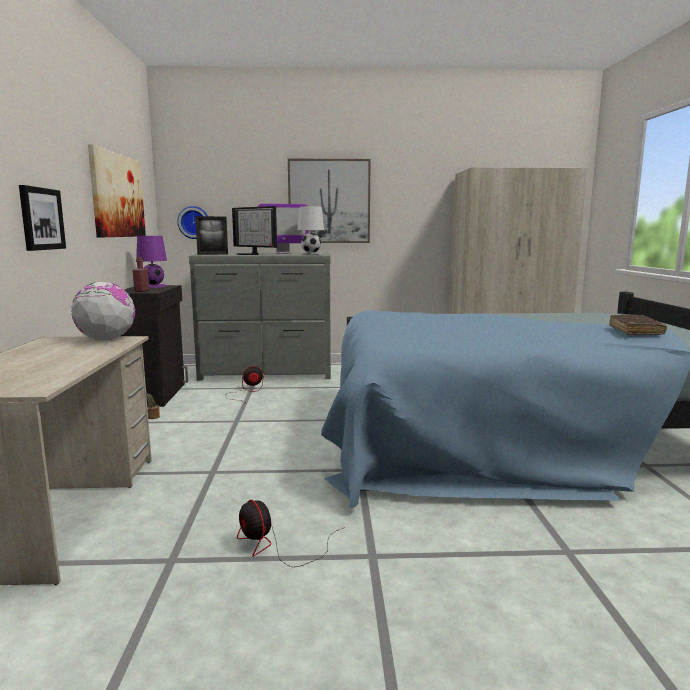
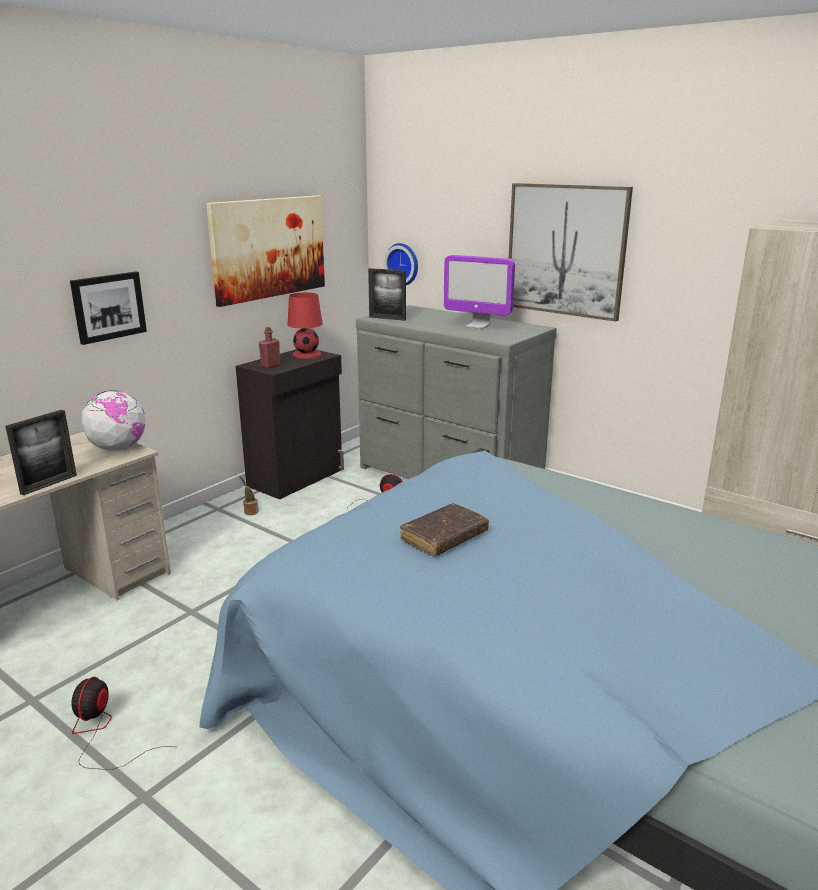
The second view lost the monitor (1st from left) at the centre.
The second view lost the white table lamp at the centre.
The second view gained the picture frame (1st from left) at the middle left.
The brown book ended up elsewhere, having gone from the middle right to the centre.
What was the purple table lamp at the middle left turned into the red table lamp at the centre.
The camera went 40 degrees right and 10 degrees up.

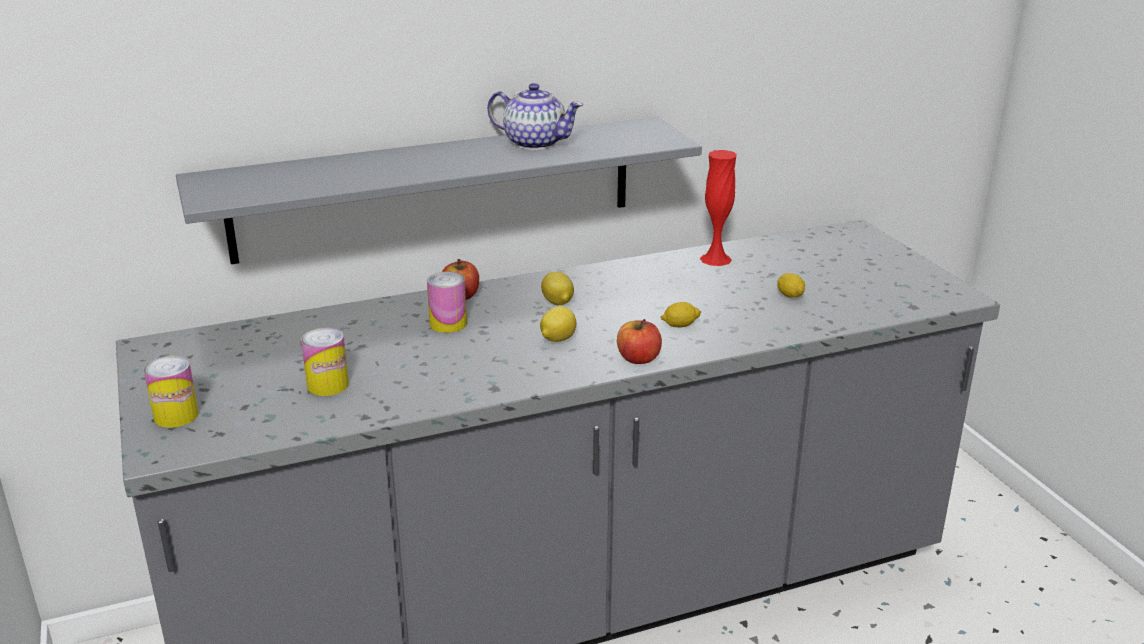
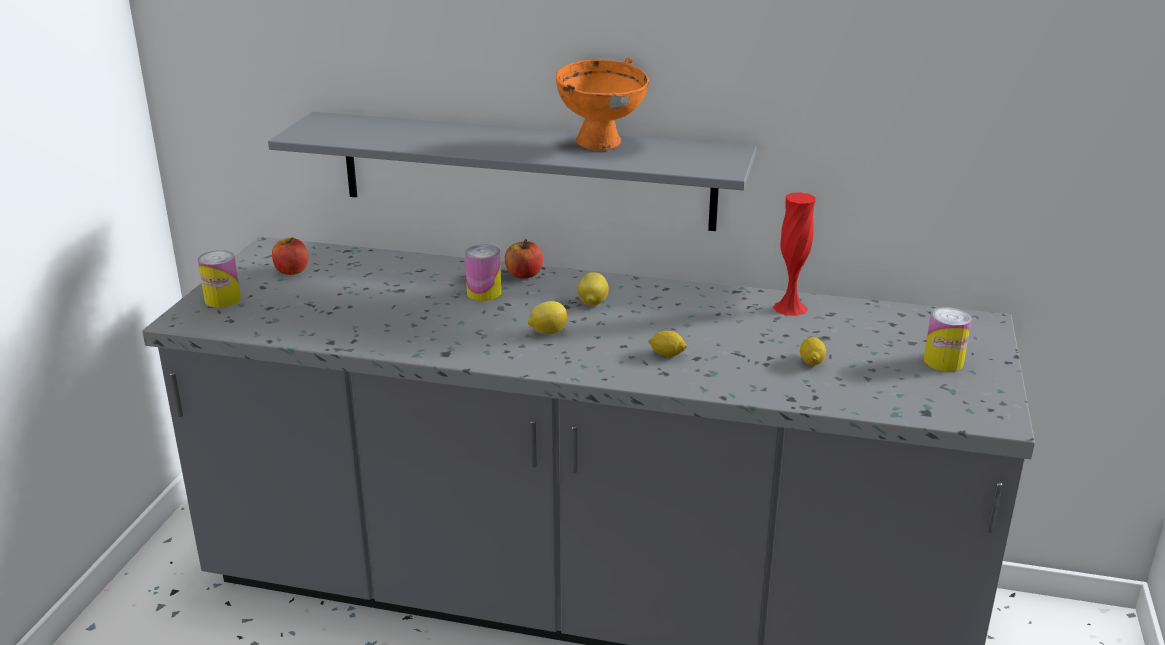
The can (2nd from left in the first image) ended up elsewhere, having gone from the middle left to the middle right.
The apple (2nd from left in the first image) ended up elsewhere, having gone from the centre to the middle left.
Where the teapot stood at the top centre, the orange bowl came to stand at the top centre.
The camera went 35 degrees right and 0 degrees up.

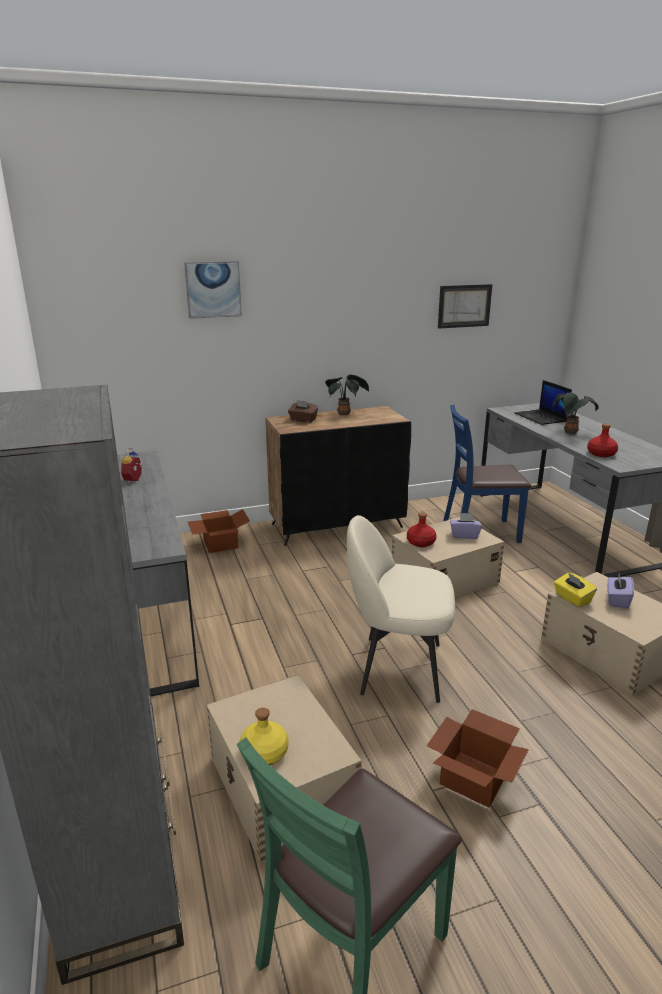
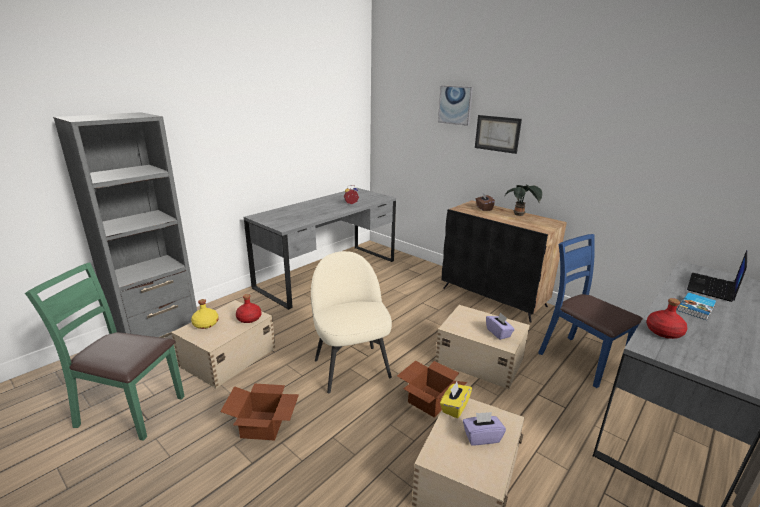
The cardboard box (1st from left in the first image) ended up elsewhere, having gone from the middle left to the bottom centre.
The red bottle (1st from left) ended up elsewhere, having gone from the centre to the middle left.
The picture (2nd from left) ended up elsewhere, having gone from the top right to the top centre.
Where the potted plant (2nd from left) stood at the middle right, the book came to stand at the middle right.
The camera went 60 degrees right and 0 degrees up.

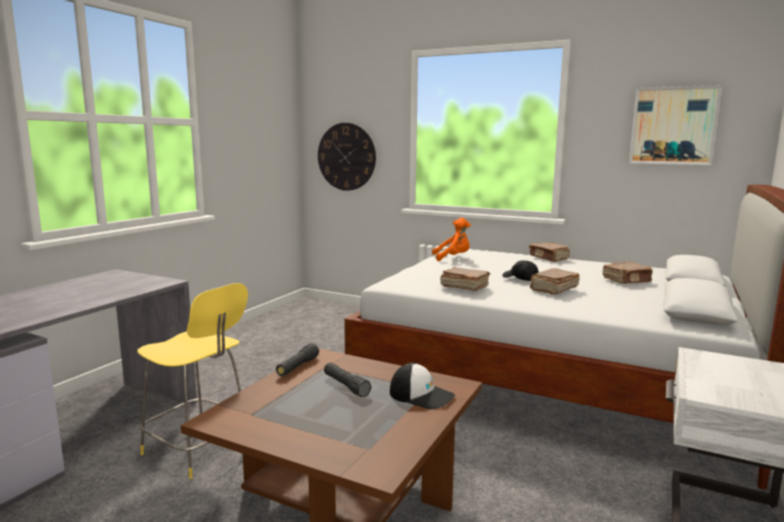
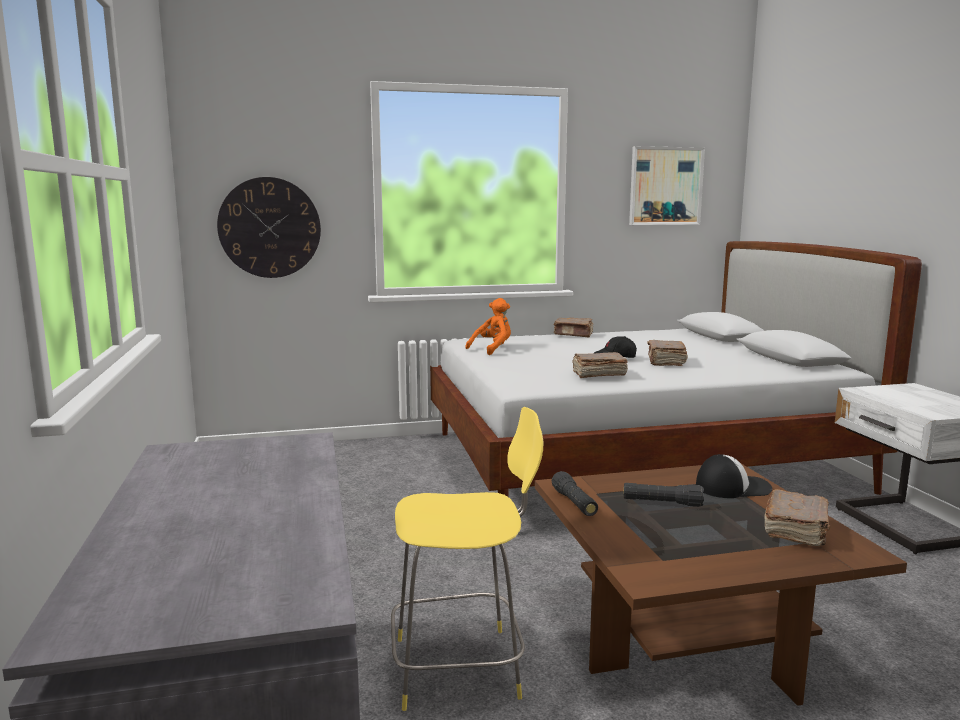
The brown book (4th from left) ended up elsewhere, having gone from the middle right to the bottom right.
The camera went 40 degrees left and 0 degrees up.

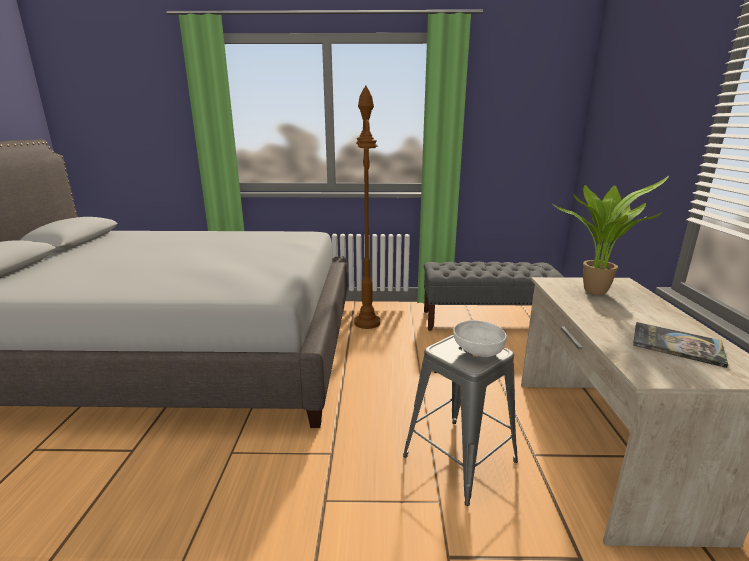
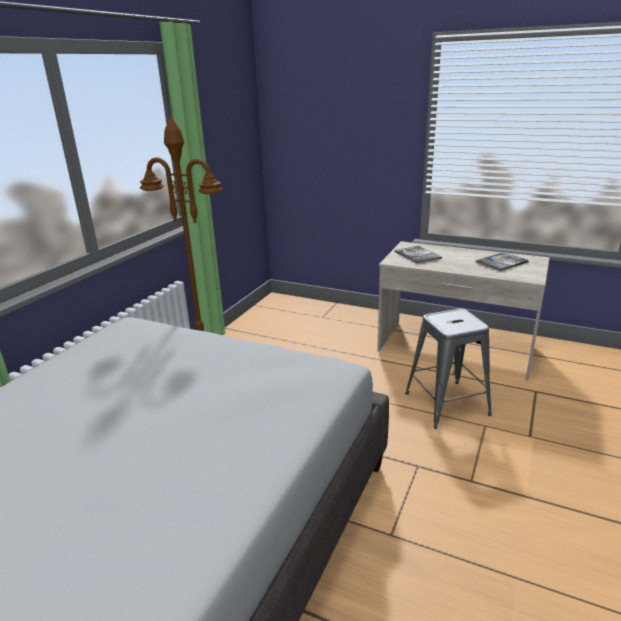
The second view lost the grey bench at the centre.
The second view lost the white bowl at the centre.
Where the potted plant stood at the middle right, the book (1st from left) came to stand at the middle right.
The camera went 65 degrees left and 5 degrees up.

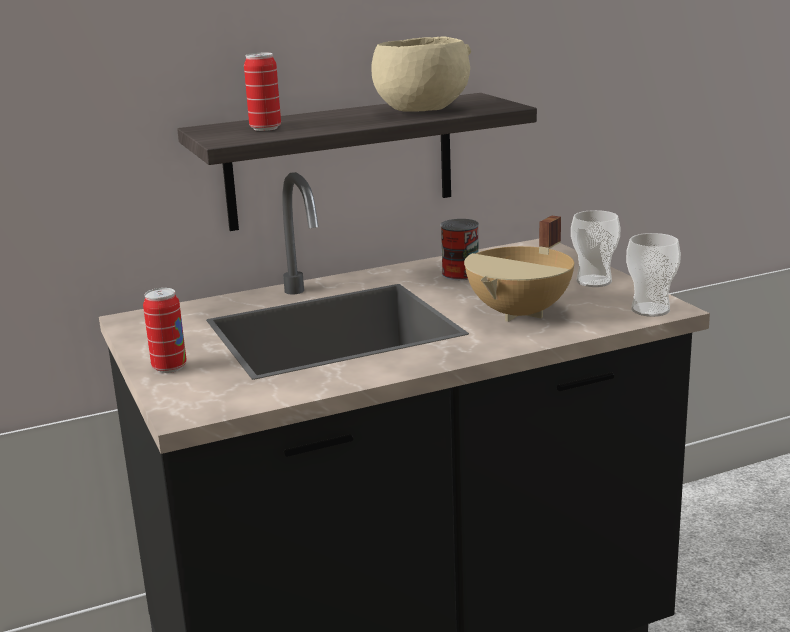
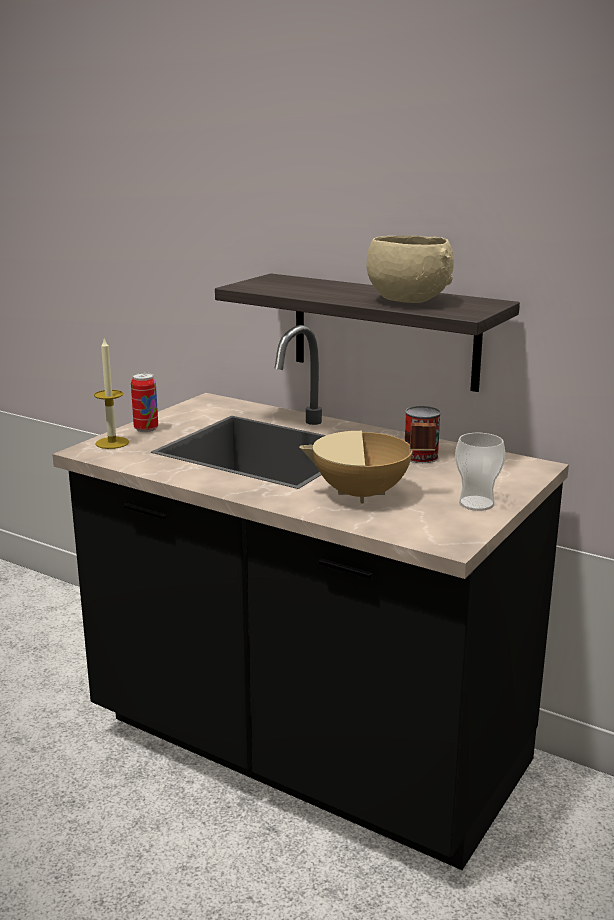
The second view lost the can (2nd from left) at the top left.
The second view lost the cup (2nd from left) at the middle right.
The second view gained the candle at the middle left.
The camera went 55 degrees right and 0 degrees up.

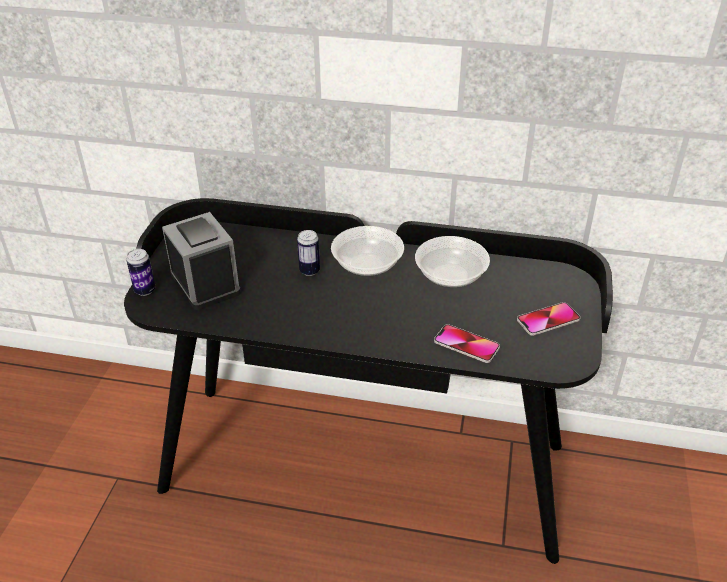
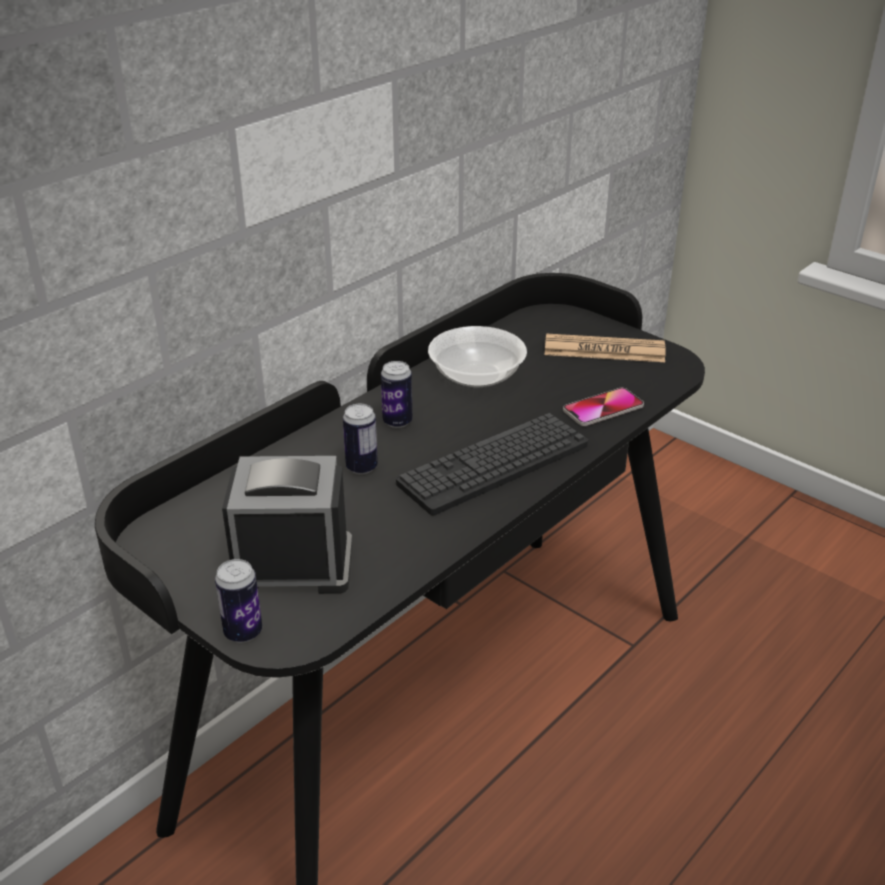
The second view gained the keyboard at the centre.
Where the bowl (1st from left) stood at the centre, the can (3rd from left) came to stand at the centre.
Where the phone (2nd from left) stood at the middle right, the newspaper came to stand at the middle right.
The camera went 60 degrees left and 5 degrees down.

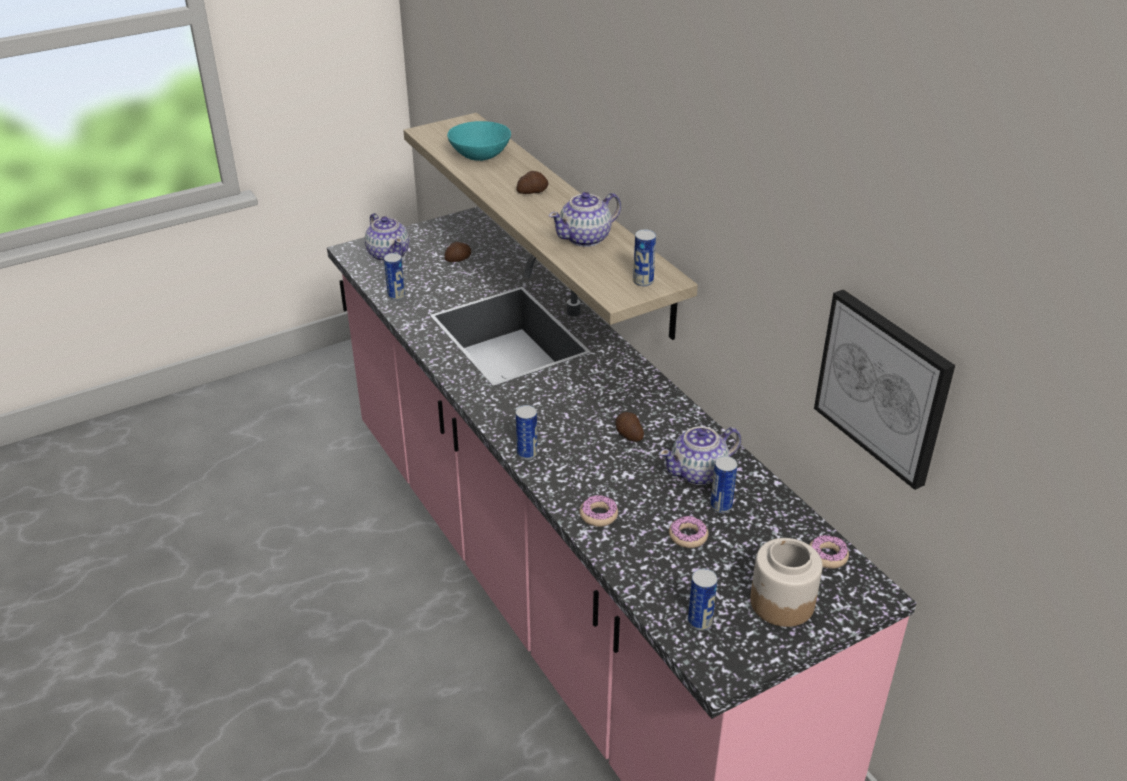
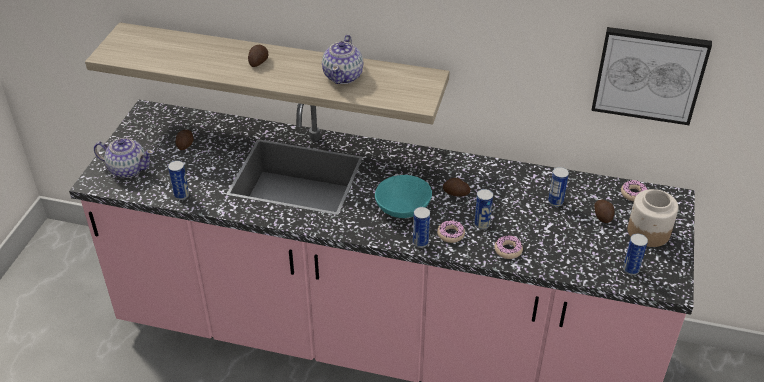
The second view lost the teapot (3rd from left) at the centre.
The second view gained the potato (4th from left) at the middle right.
The turquoise bowl ended up elsewhere, having gone from the top centre to the centre.
The can (3rd from left) ended up elsewhere, having gone from the top centre to the centre.
The donut (2nd from left in the first image) ended up elsewhere, having gone from the bottom centre to the centre.
The camera went 45 degrees left and 5 degrees up.

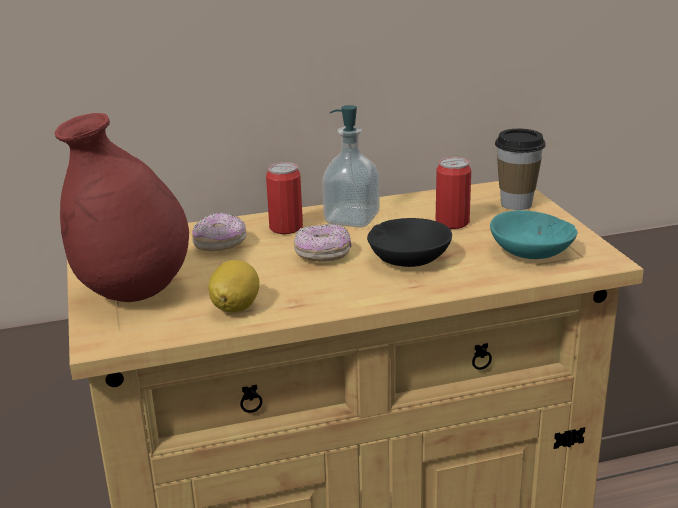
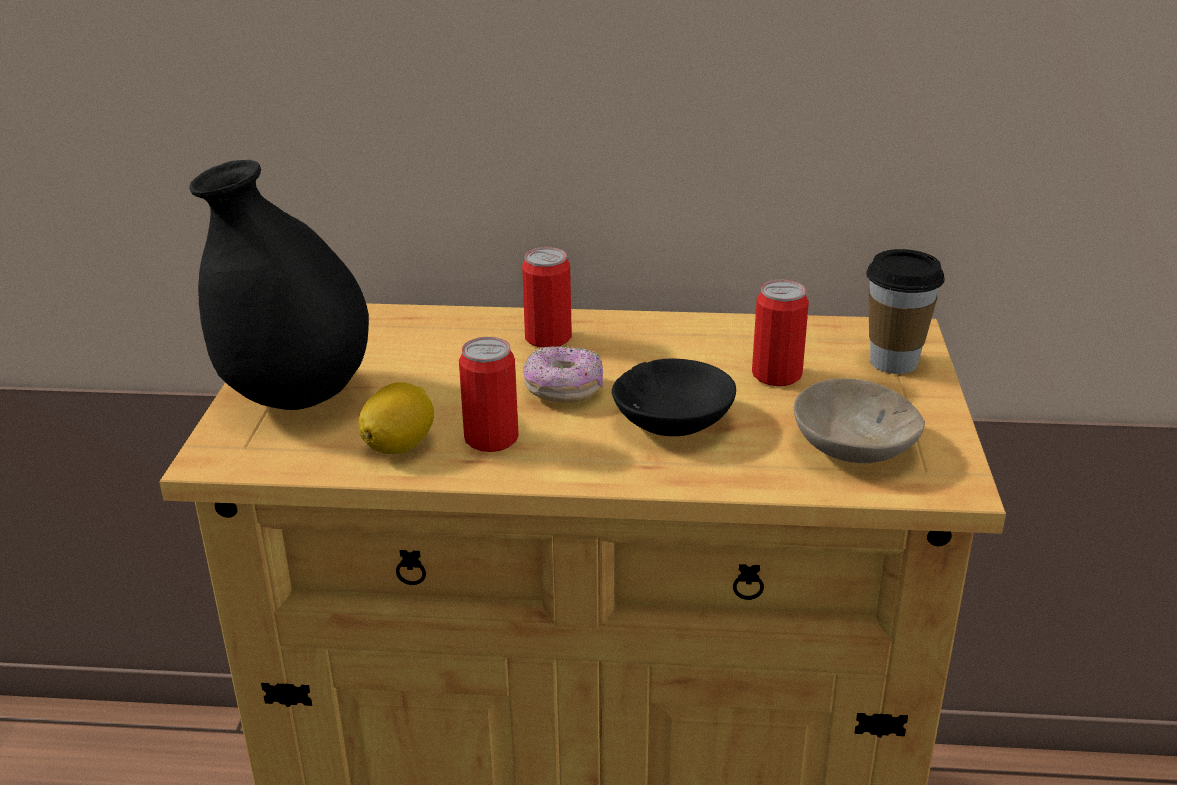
The second view lost the donut (1st from left) at the middle left.
The second view lost the soap dispenser at the top centre.
The second view gained the can (1st from left) at the centre.
What was the red vase at the middle left turned into the black vase at the middle left.
What was the turquoise bowl at the middle right turned into the beige bowl at the middle right.
The camera went 20 degrees right and 5 degrees up.

